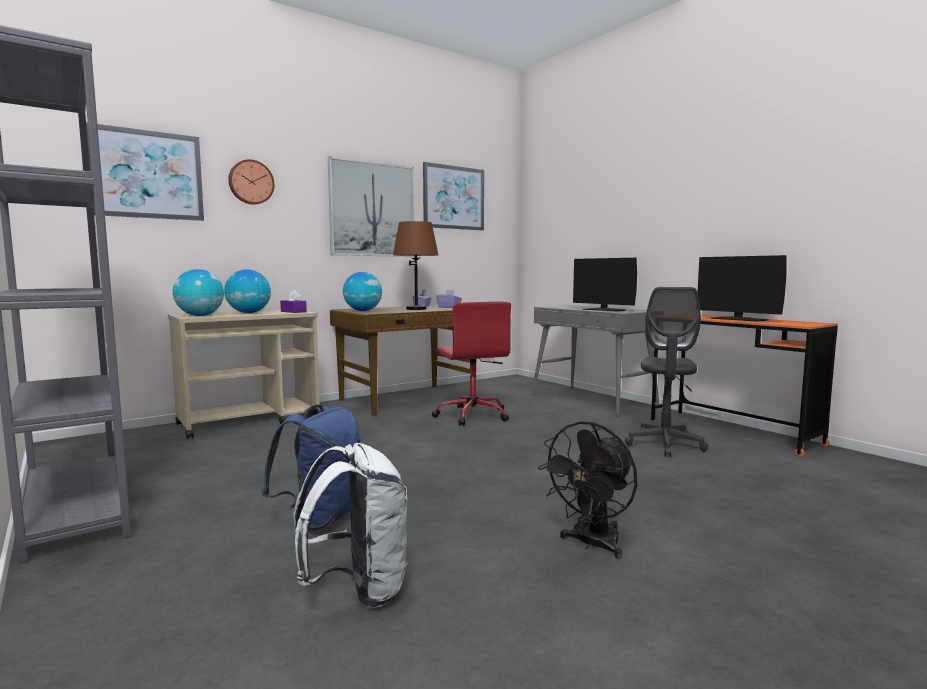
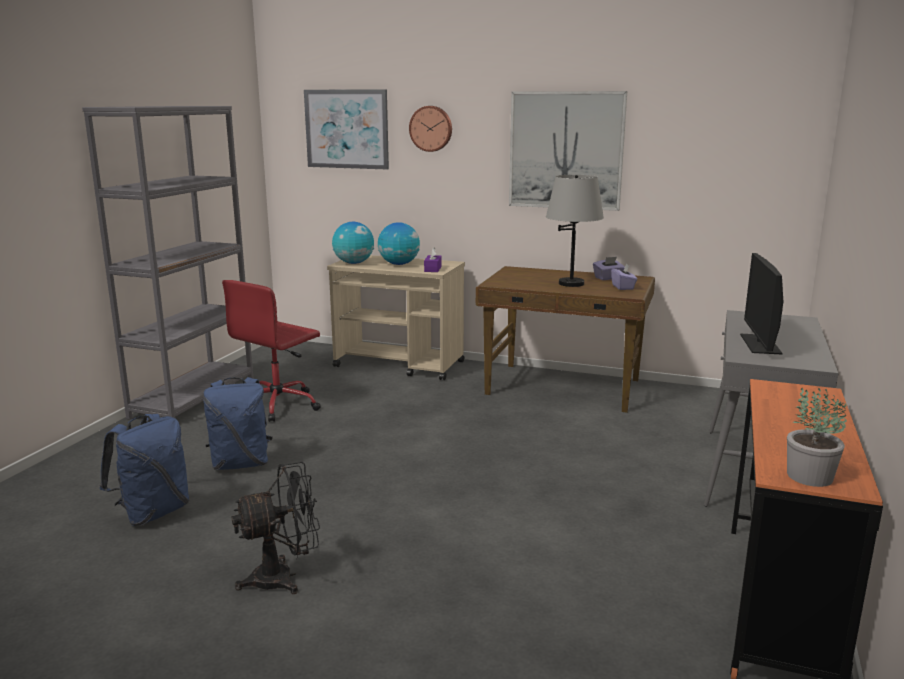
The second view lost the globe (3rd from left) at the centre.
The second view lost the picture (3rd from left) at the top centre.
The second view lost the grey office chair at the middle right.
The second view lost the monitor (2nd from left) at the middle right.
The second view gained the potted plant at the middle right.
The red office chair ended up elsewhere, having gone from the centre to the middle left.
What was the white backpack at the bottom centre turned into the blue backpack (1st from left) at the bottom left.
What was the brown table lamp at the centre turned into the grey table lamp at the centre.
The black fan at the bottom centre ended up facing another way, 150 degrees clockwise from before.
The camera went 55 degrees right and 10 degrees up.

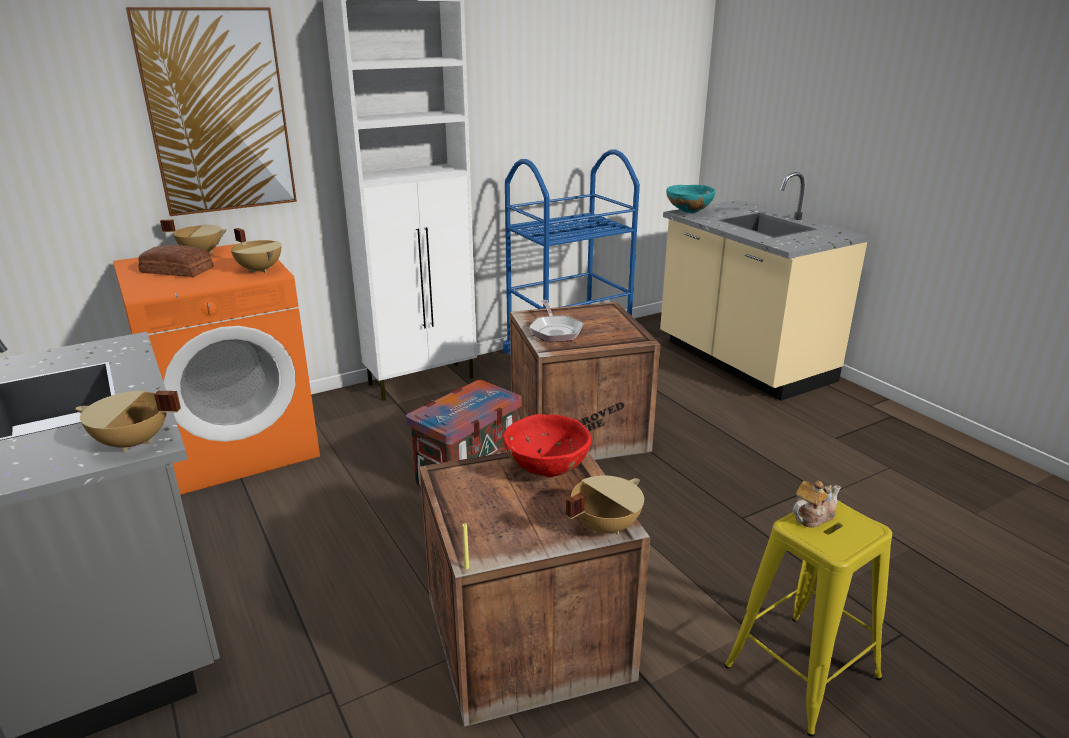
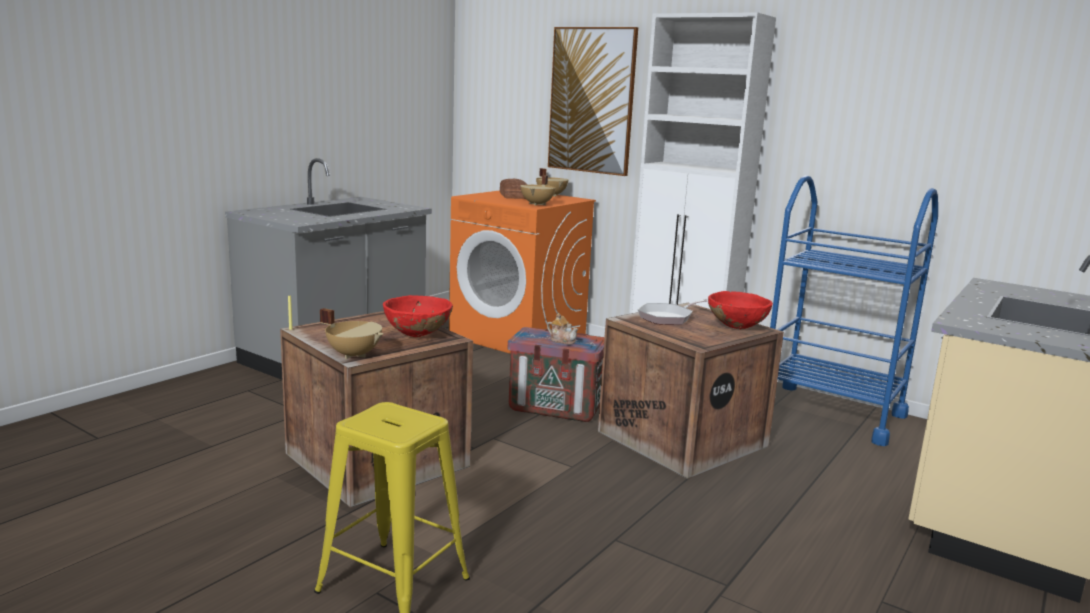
The second view lost the beige cooking pot (1st from left) at the middle left.
The second view lost the turquoise bowl at the top centre.
The second view gained the red bowl (2nd from left) at the middle right.
The teapot ended up elsewhere, having gone from the bottom right to the centre.
The camera went 65 degrees right and 10 degrees down.

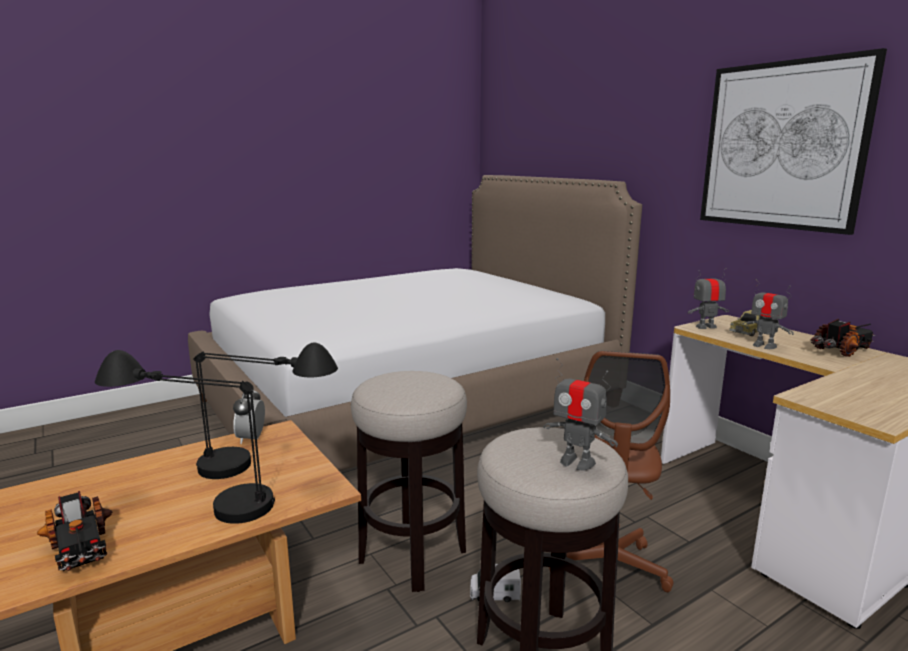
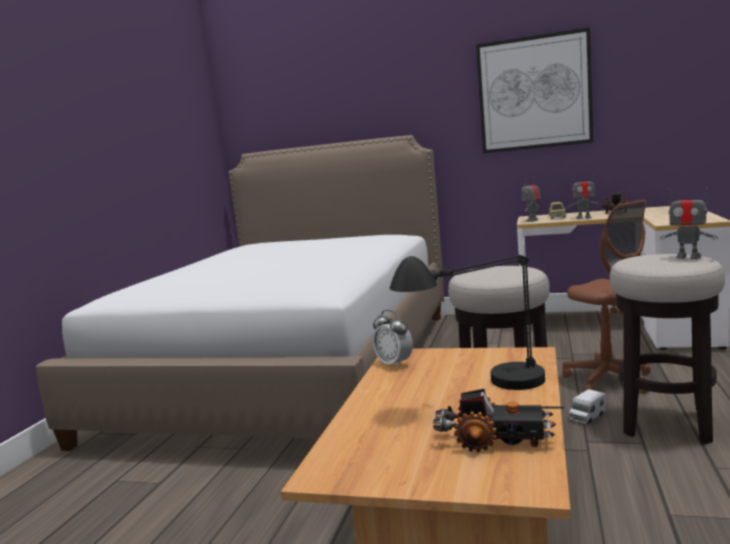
The second view lost the black table lamp (2nd from left) at the middle left.
The toy robot (1st from left in the first image) at the centre ended up facing another way, 45 degrees clockwise from before.
The camera went 40 degrees left and 5 degrees down.

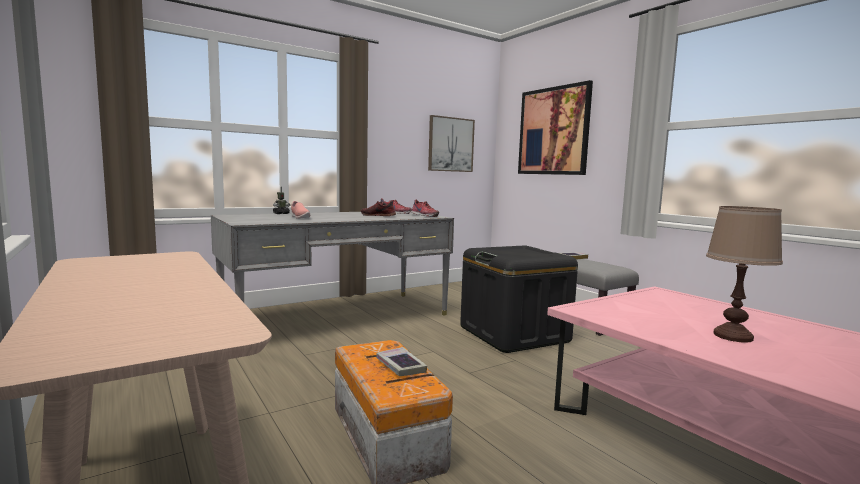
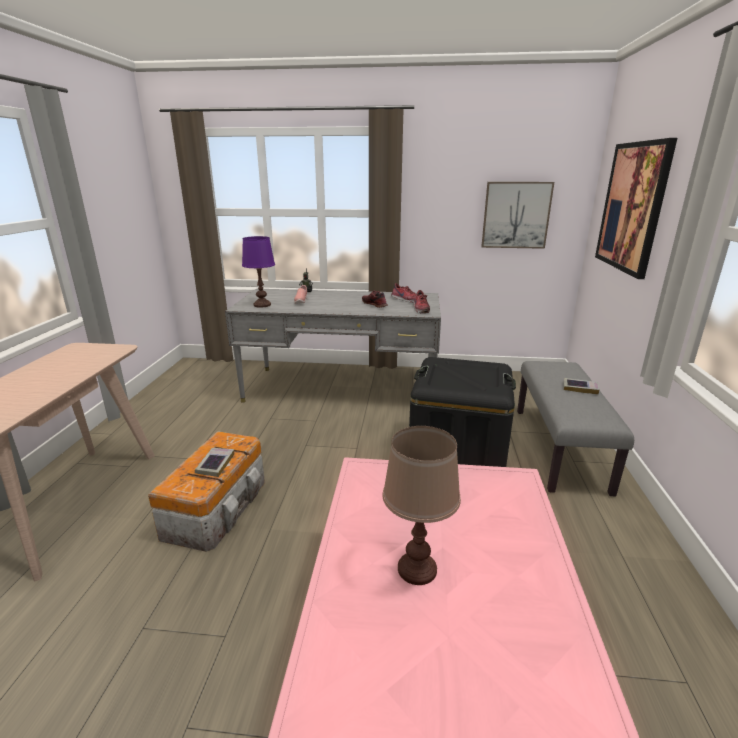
The second view gained the purple table lamp at the centre.
The camera went 40 degrees right and 15 degrees up.

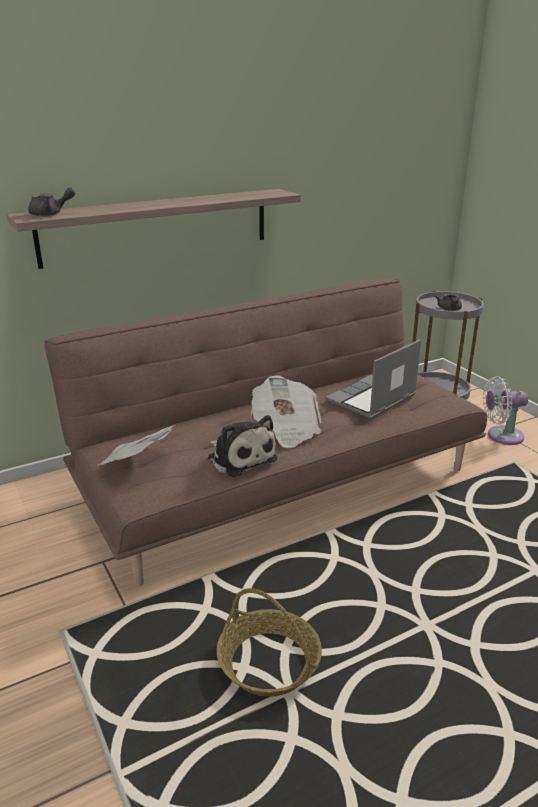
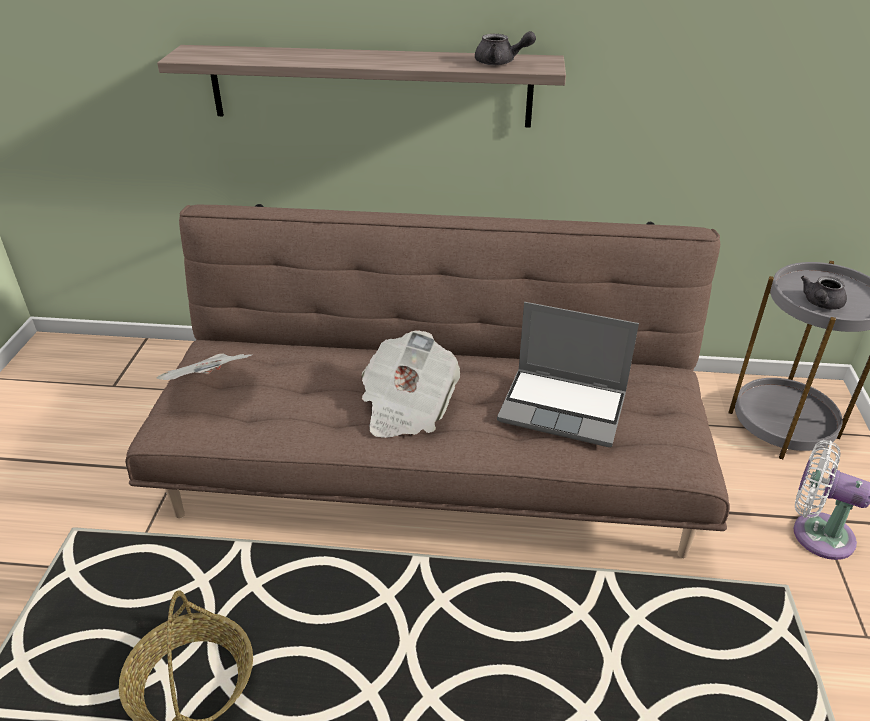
The second view lost the plush toy at the centre.
The grey teapot (1st from left) ended up elsewhere, having gone from the top left to the top centre.
The laptop at the middle right ended up facing another way, 150 degrees counterclockwise from before.
The camera went 35 degrees right and 10 degrees up.

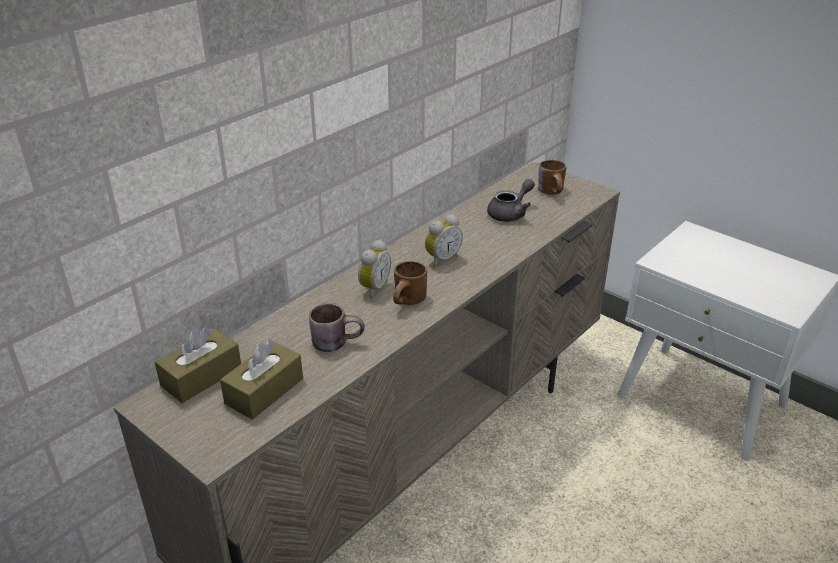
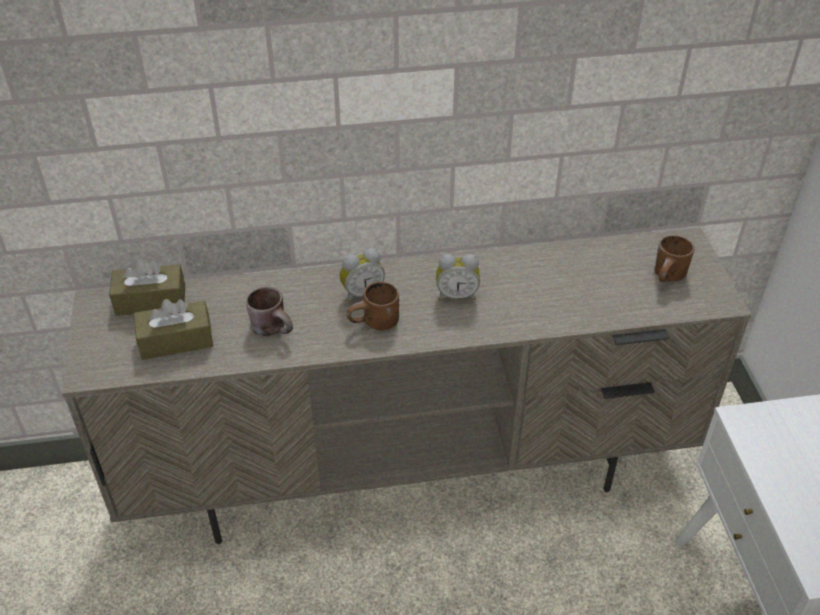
The second view lost the grey teapot at the centre.
The camera went 40 degrees right and 10 degrees up.

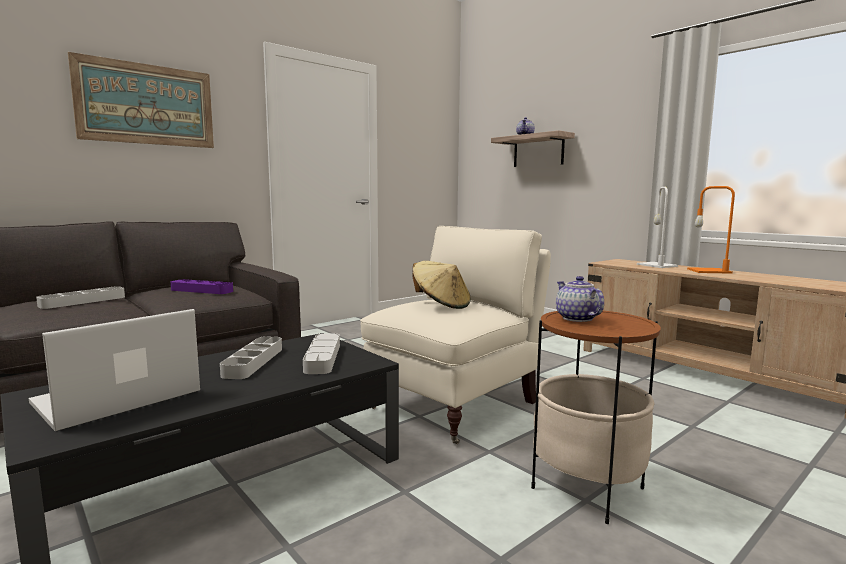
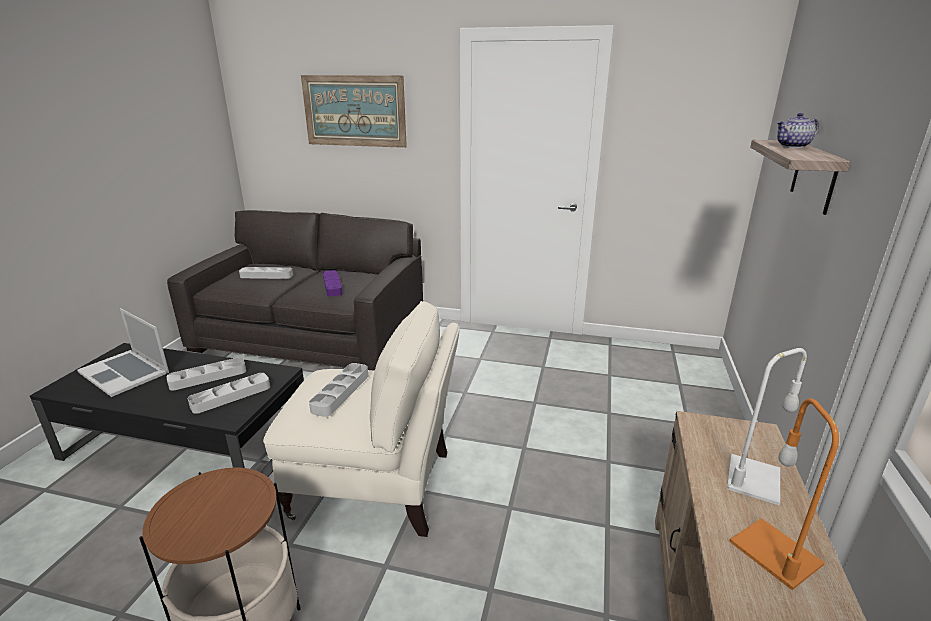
The second view lost the teapot (2nd from left) at the middle right.
Where the beige hat stood at the centre, the grey tray (4th from left) came to stand at the centre.
The laptop at the middle left ended up facing another way, 150 degrees counterclockwise from before.
The camera went 55 degrees right and 15 degrees up.

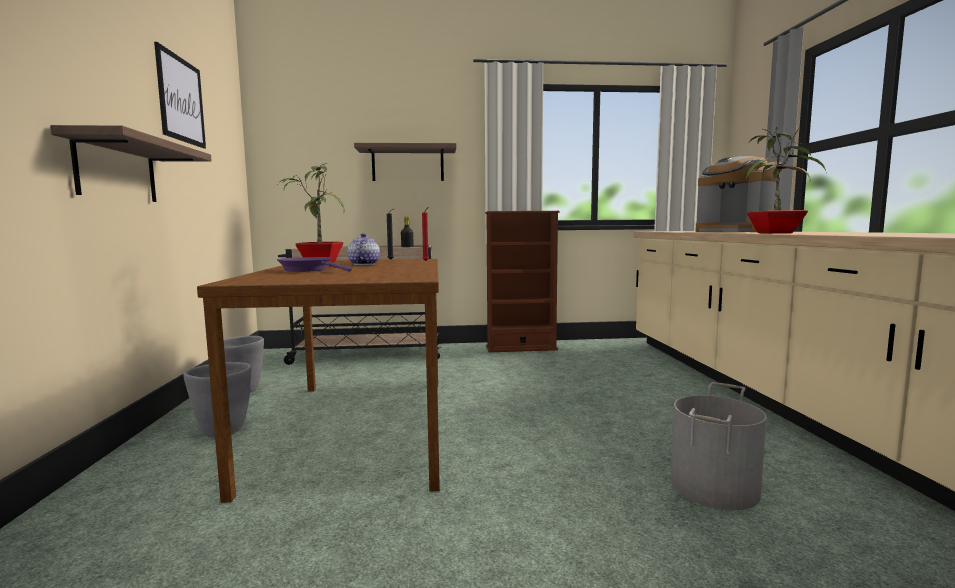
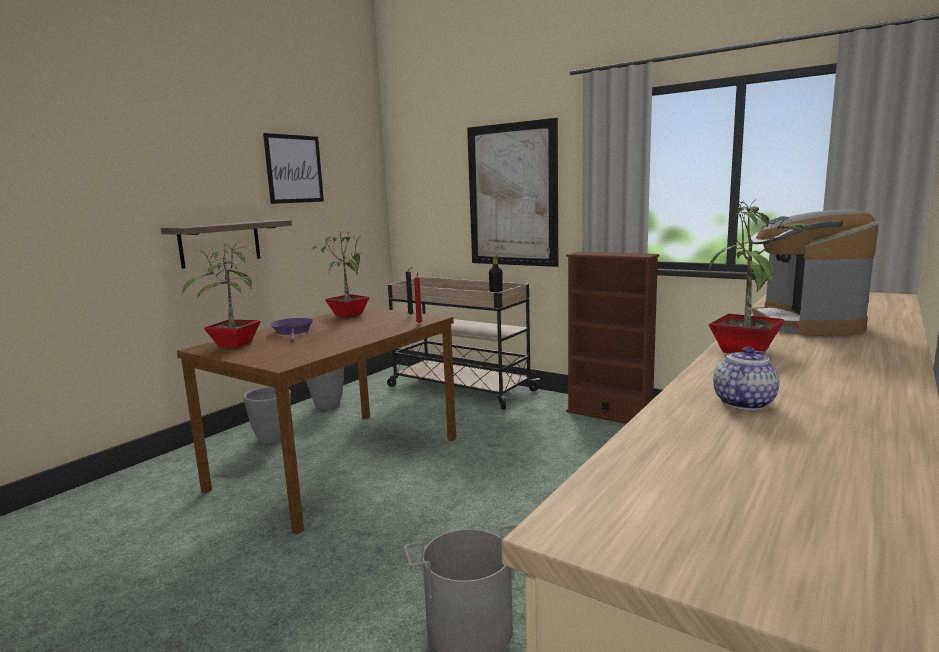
The second view gained the potted plant (1st from left) at the middle left.
The teapot ended up elsewhere, having gone from the centre to the middle right.
Where the shelf (2nd from left) hung at the top centre, the picture (2nd from left) came to hang at the top centre.
The camera went 40 degrees right and 5 degrees up.

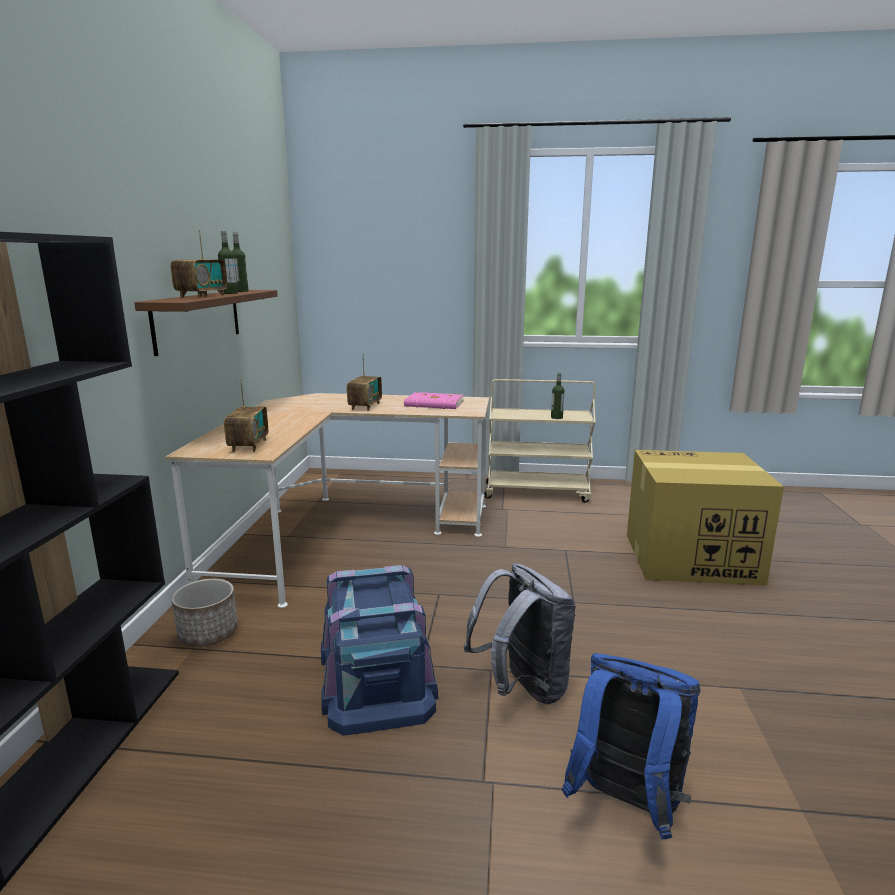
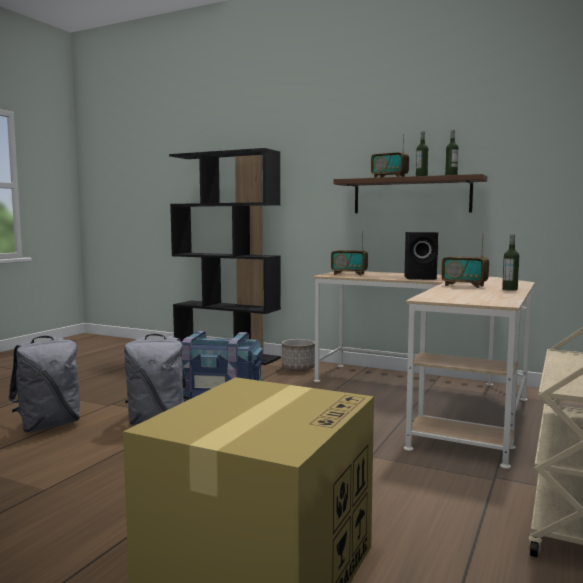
The second view lost the pink book at the centre.
The second view gained the black speaker at the middle right.
The bottle (3rd from left) ended up elsewhere, having gone from the centre to the middle right.
What was the blue backpack at the bottom right turned into the grey backpack (1st from left) at the middle left.
The camera went 110 degrees right and 10 degrees down.

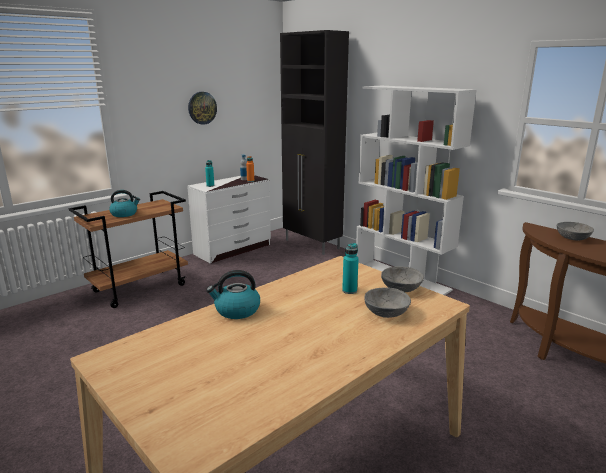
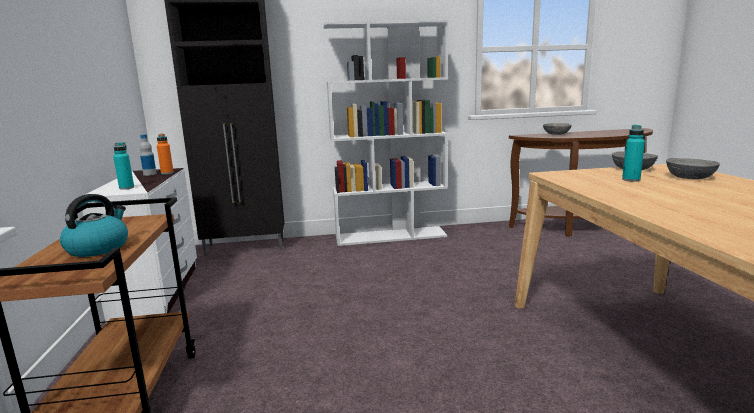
The second view lost the wall clock at the top centre.
The second view lost the kettle (2nd from left) at the centre.
The camera went 55 degrees left and 5 degrees down.

